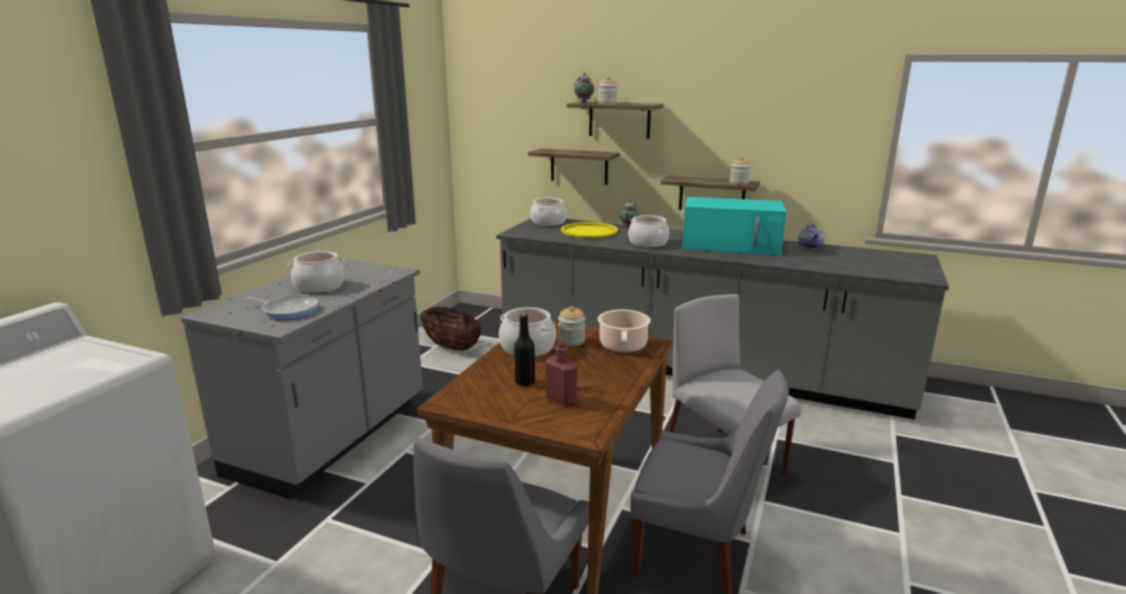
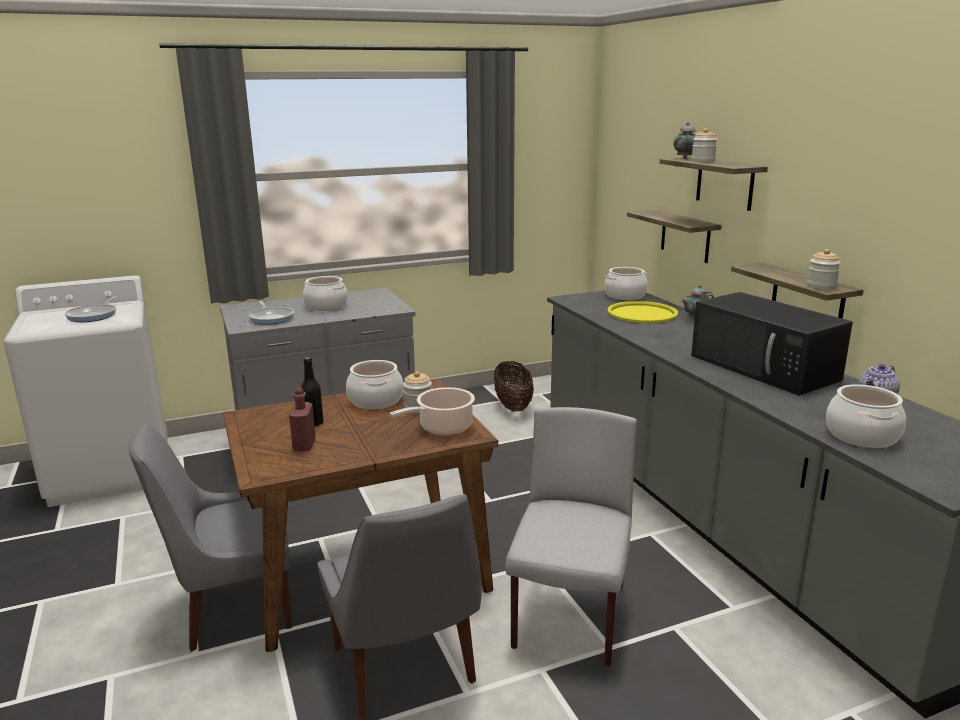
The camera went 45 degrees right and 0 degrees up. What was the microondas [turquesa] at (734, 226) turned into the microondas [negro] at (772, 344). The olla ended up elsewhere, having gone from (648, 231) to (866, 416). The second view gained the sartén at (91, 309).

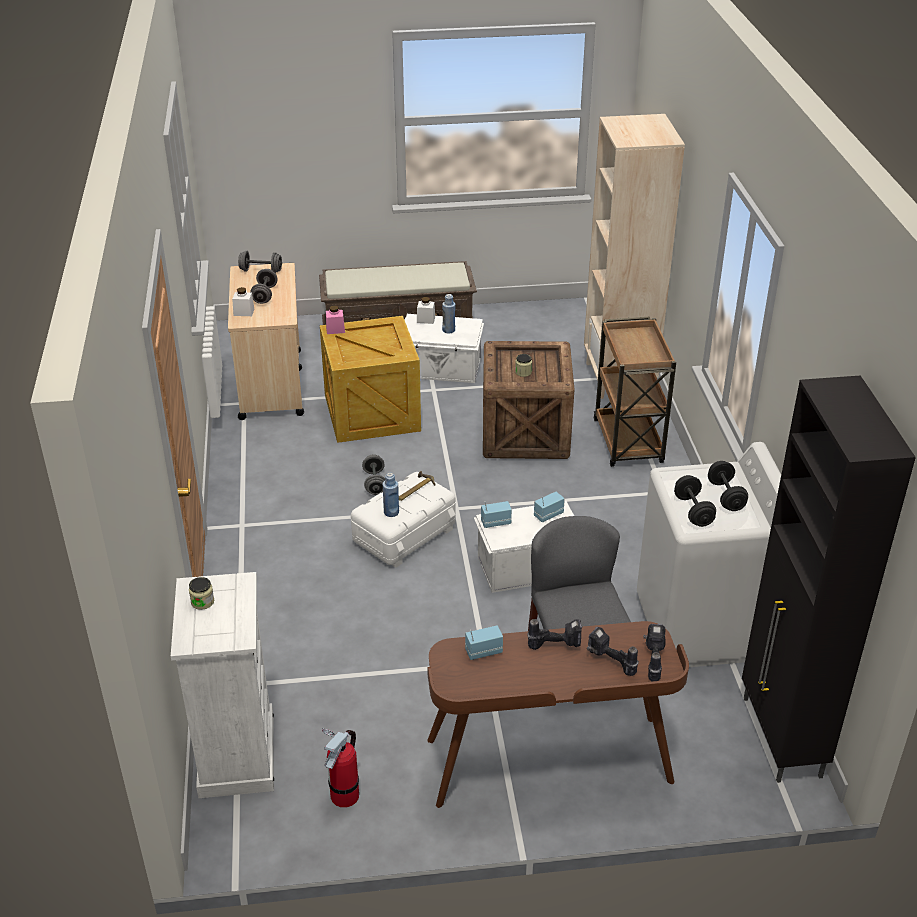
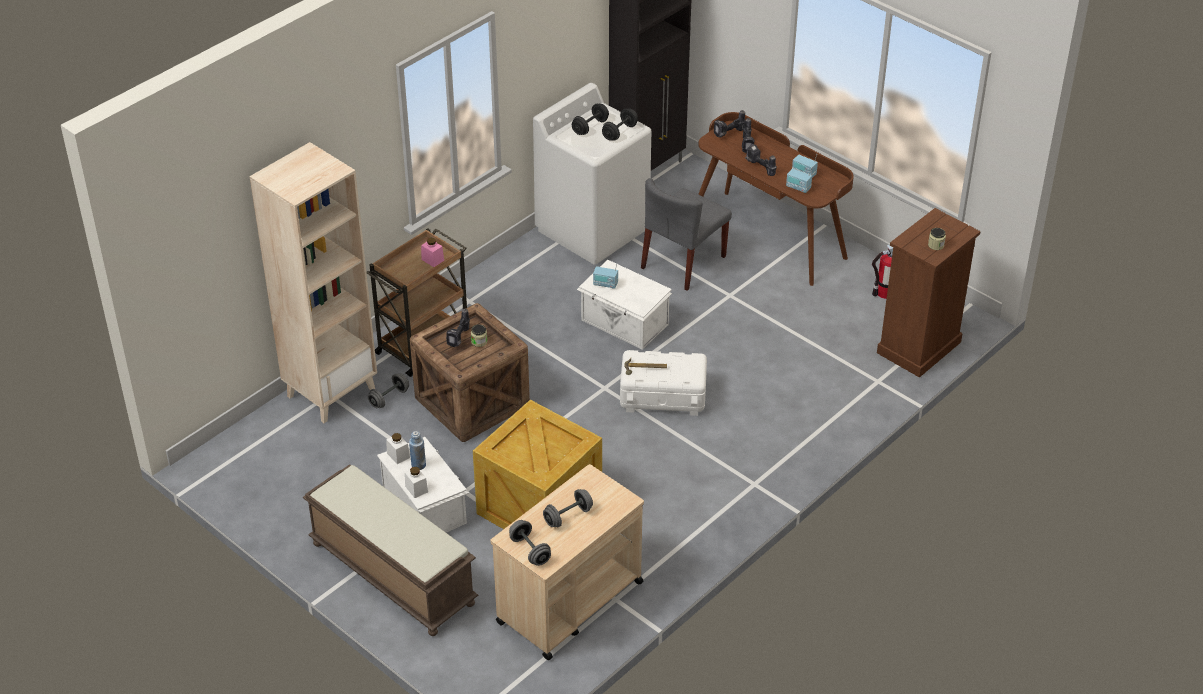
The camera went 130 degrees left and 5 degrees up. The tarro [blanco] ended up elsewhere, having gone from (243, 301) to (398, 448). The tarro [rosa] ended up elsewhere, having gone from (335, 319) to (432, 252). The mancuerna [gris] ended up elsewhere, having gone from (373, 474) to (388, 390). The second view lost the botella [azul] at (391, 495). The radio ended up elsewhere, having gone from (496, 514) to (805, 166). What was the cómoda [blanco] at (222, 685) turned into the cómoda [marrón] at (929, 293). The second view gained the taladro at (458, 328).

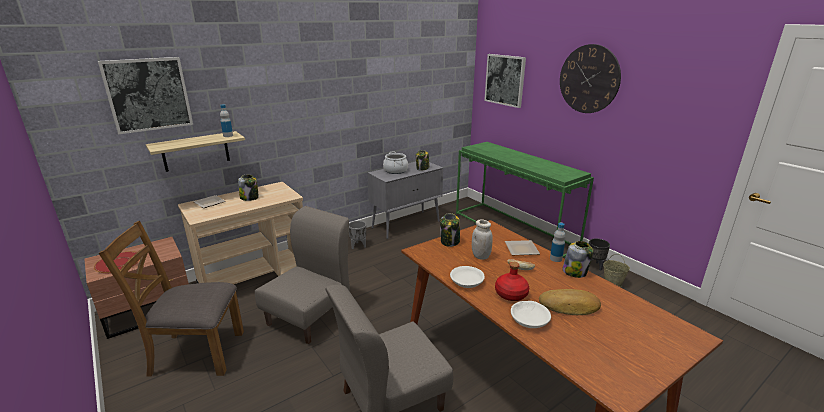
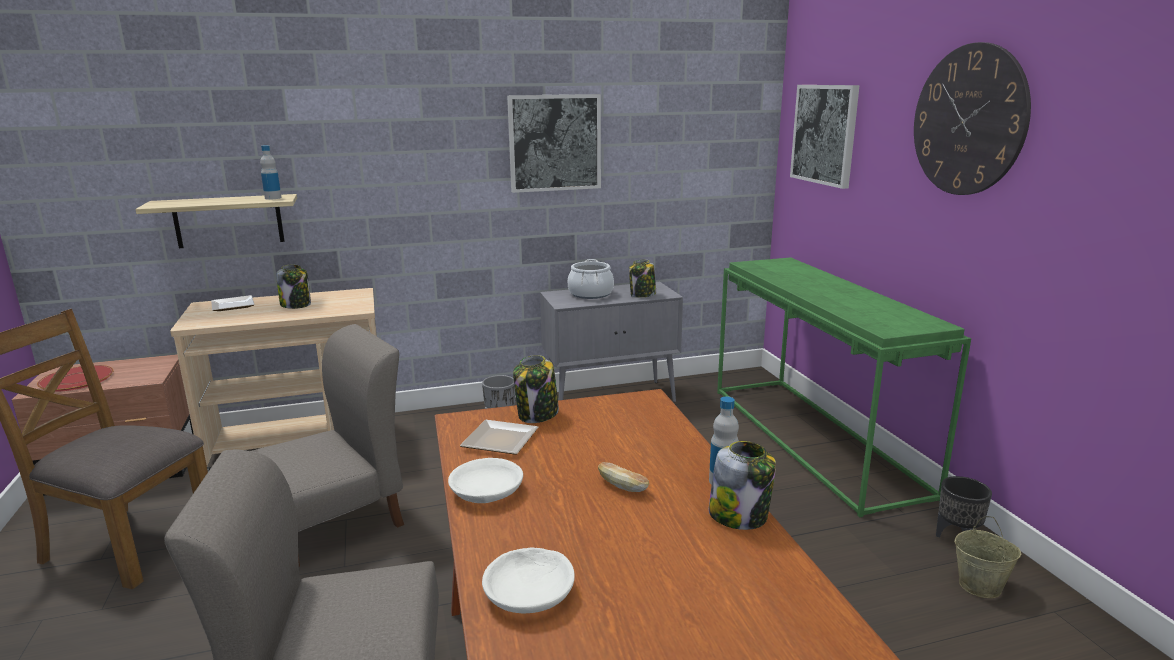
The camera went 20 degrees right and 5 degrees down. The cuadro ended up elsewhere, having gone from (145, 95) to (554, 143). The second view lost the tarro [blanco] at (482, 239). The plato ended up elsewhere, having gone from (522, 247) to (499, 437). The second view lost the botella [rojo] at (512, 281). The second view lost the pan at (570, 302).

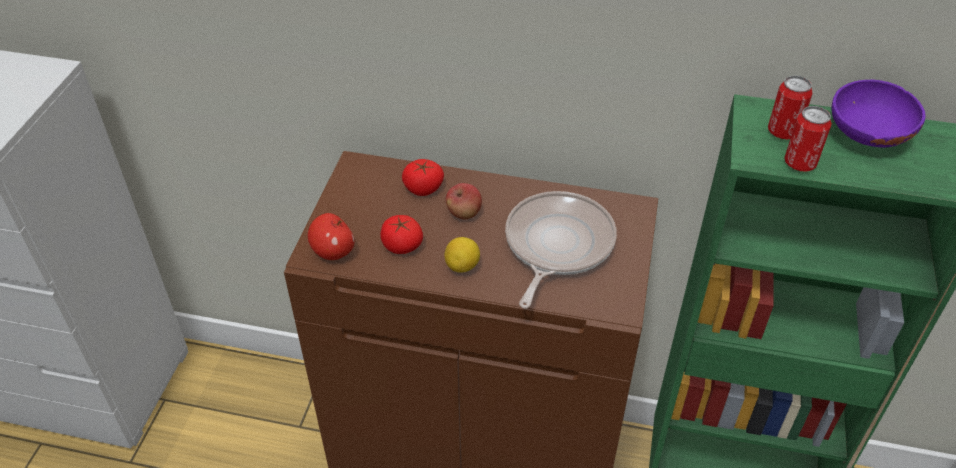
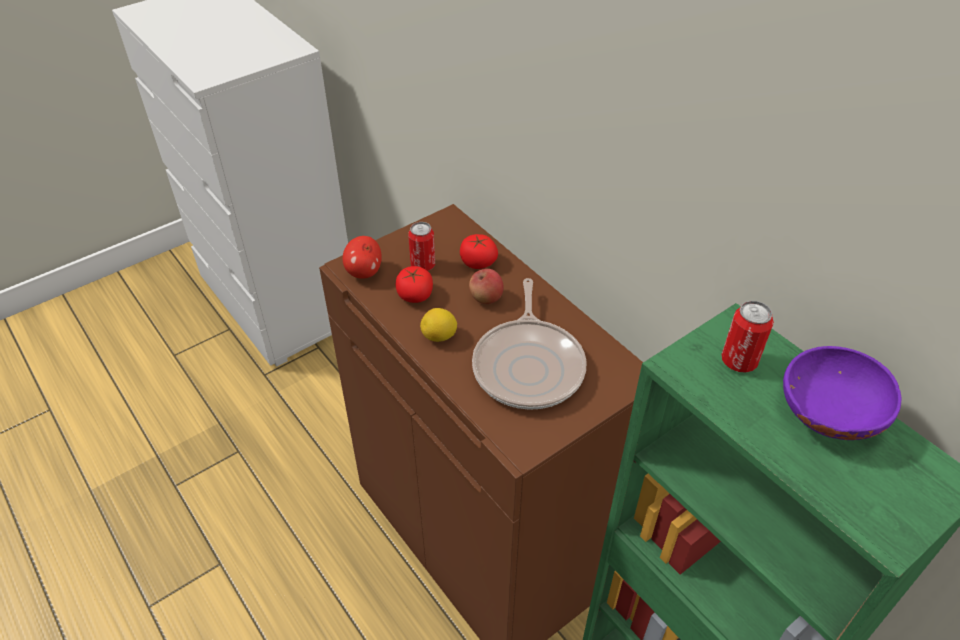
The camera went 40 degrees right and 0 degrees up. The lata ended up elsewhere, having gone from (808, 139) to (421, 246). The sartén at (561, 249) ended up facing another way, 120 degrees clockwise from before.

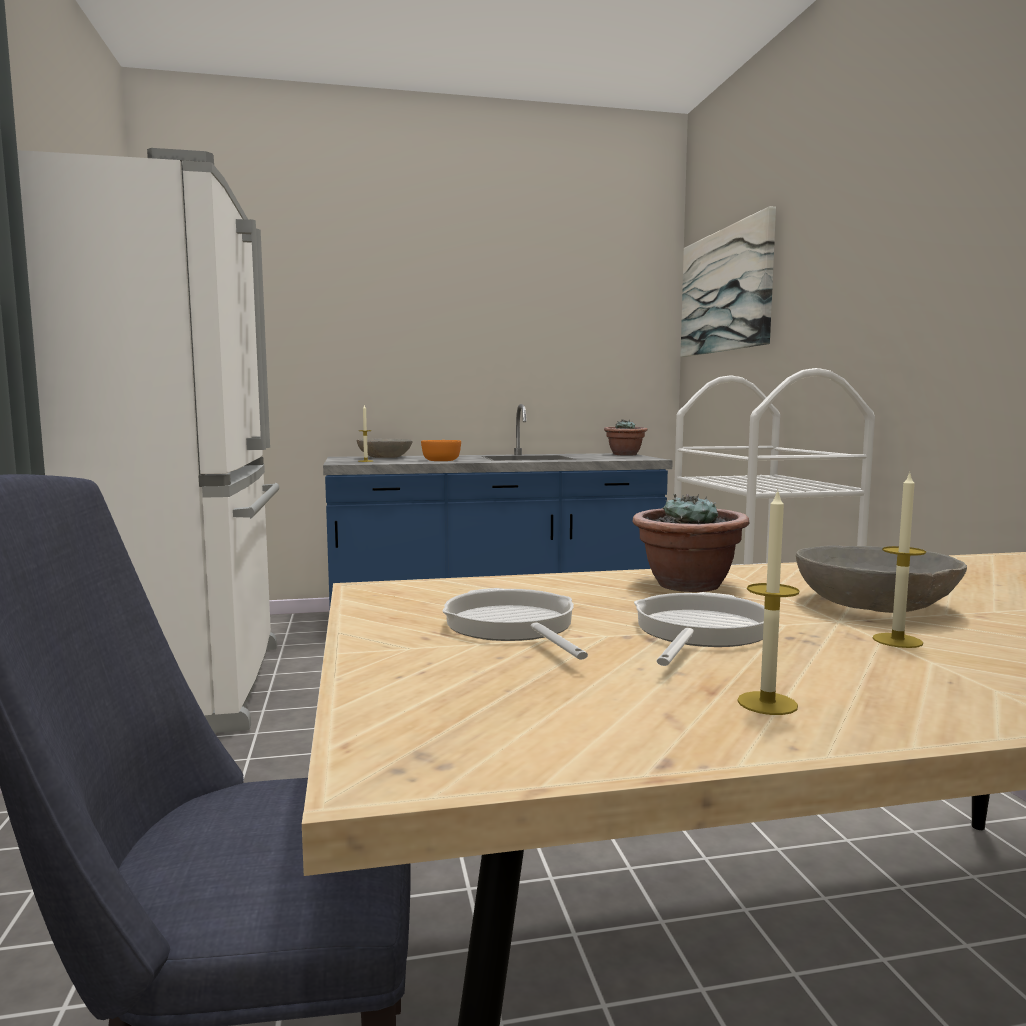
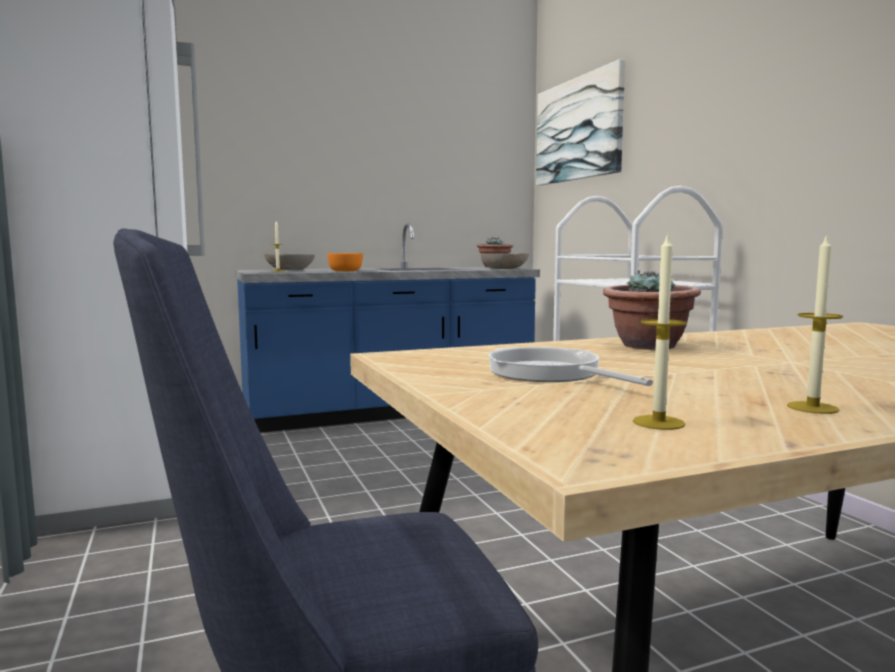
The camera went 10 degrees left and 0 degrees up. The vela ended up elsewhere, having gone from (899, 560) to (659, 331). The cuenco [gris] ended up elsewhere, having gone from (881, 579) to (505, 261). The second view lost the sartén at (699, 629).

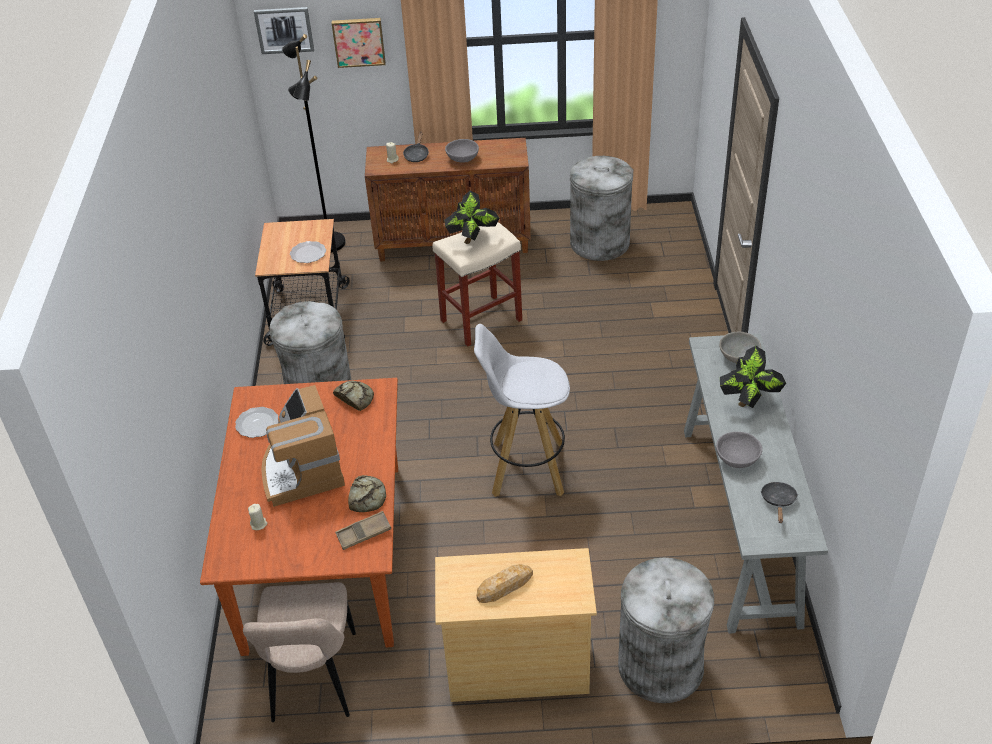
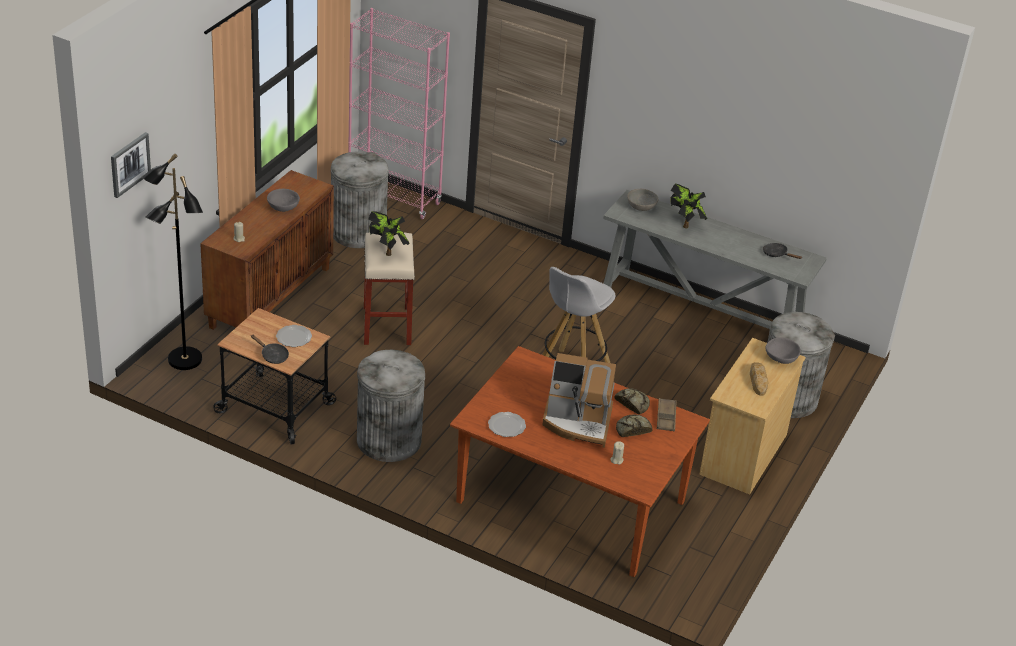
The camera went 65 degrees left and 5 degrees down. The second view lost the cuadro at (359, 43). The sartén [negro] ended up elsewhere, having gone from (416, 147) to (270, 349). The pan ended up elsewhere, having gone from (353, 396) to (634, 426). The cuenco [gris] ended up elsewhere, having gone from (739, 450) to (783, 351). The second view lost the silla [beis] at (299, 652). The second view gained the estantería [rosa] at (399, 113).

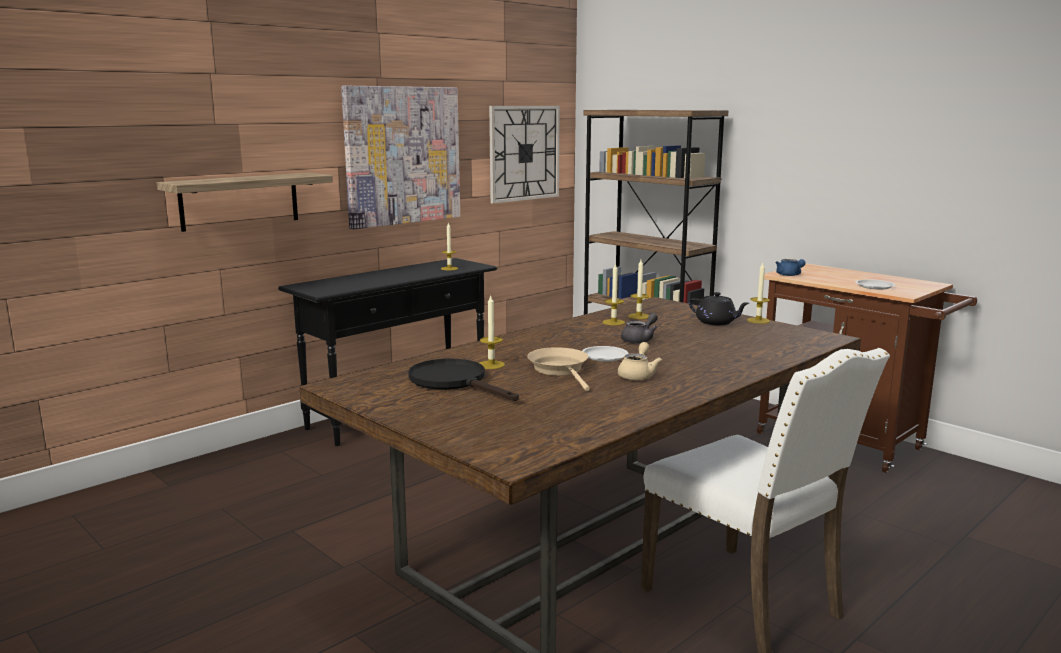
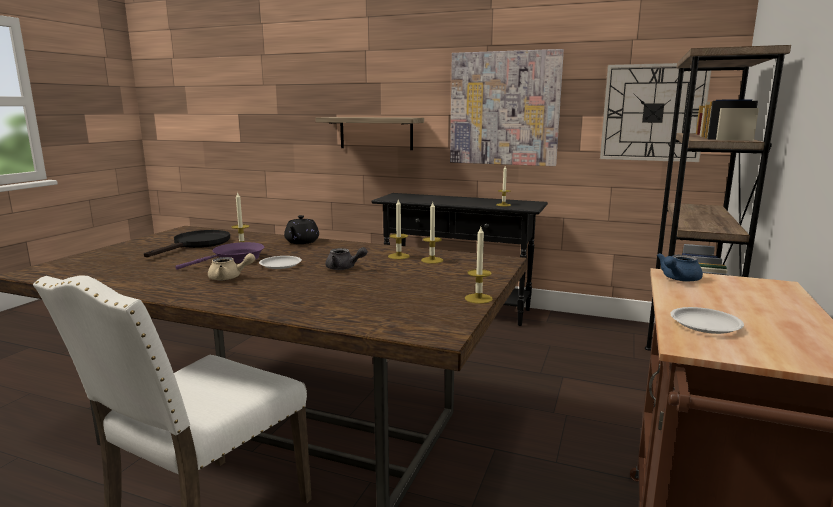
The camera went 65 degrees right and 0 degrees up. The tetera [negro] ended up elsewhere, having gone from (718, 308) to (301, 229). What was the sartén [beis] at (558, 369) turned into the sartén [morado] at (219, 256).

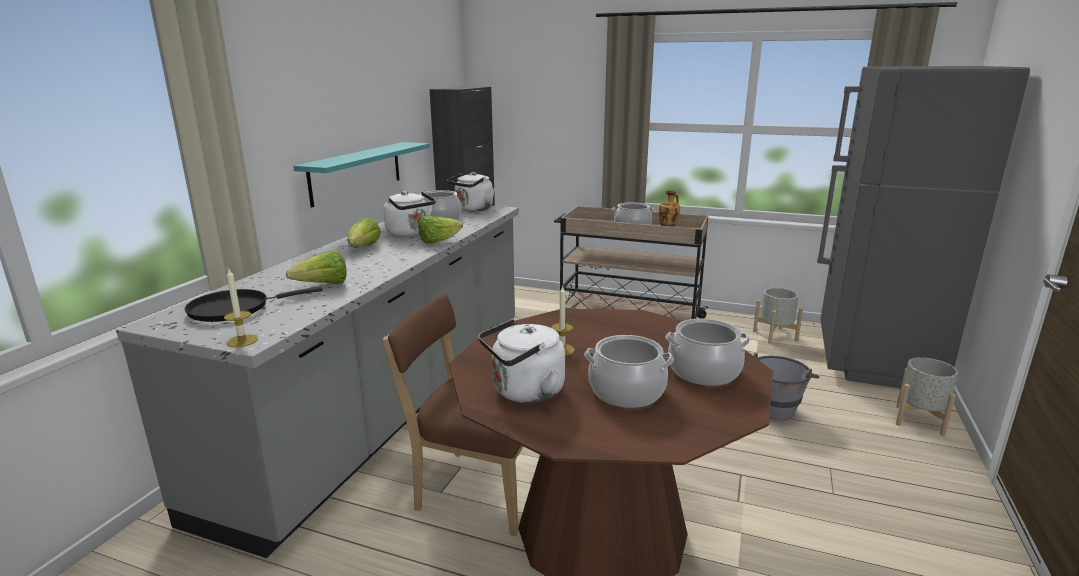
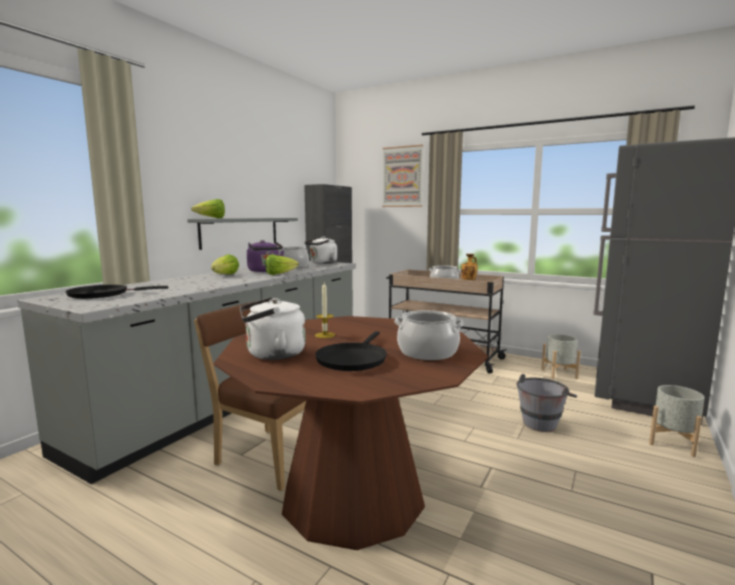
The camera went 10 degrees right and 10 degrees down. What was the estante [turquesa] at (361, 174) turned into the estante [gris] at (242, 234). What was the hervidor [blanco] at (409, 214) turned into the hervidor [morado] at (265, 256). The lechuga ended up elsewhere, having gone from (316, 267) to (208, 209). The second view lost the vela at (241, 308). Where the olla stood at (629, 371), the sartén [negro] came to stand at (351, 351). The second view gained the cuadro at (403, 175).

